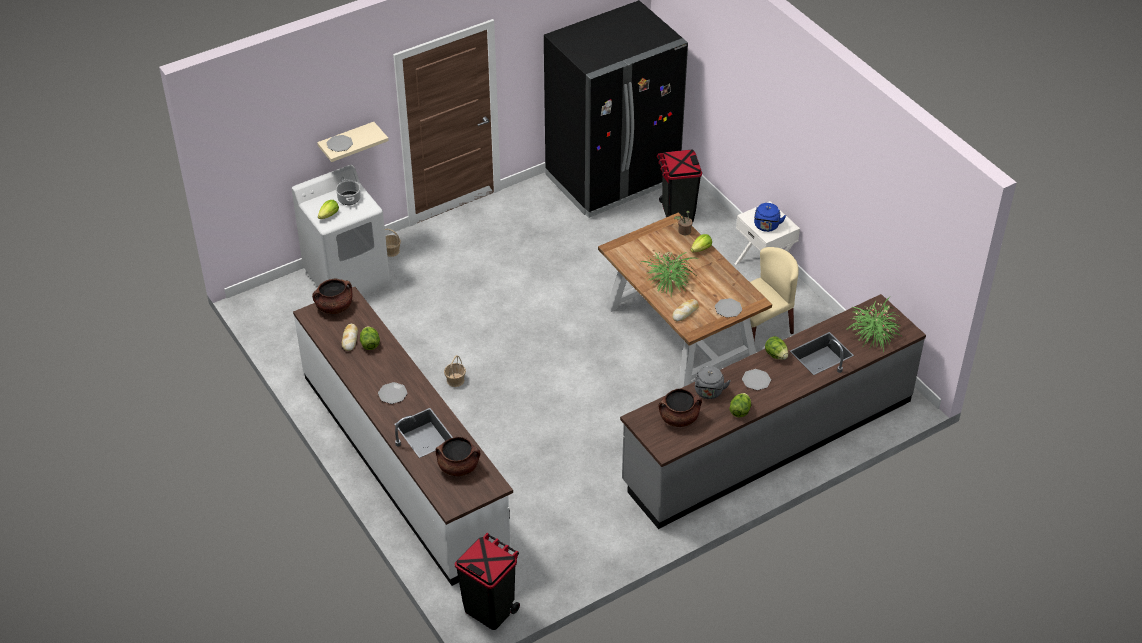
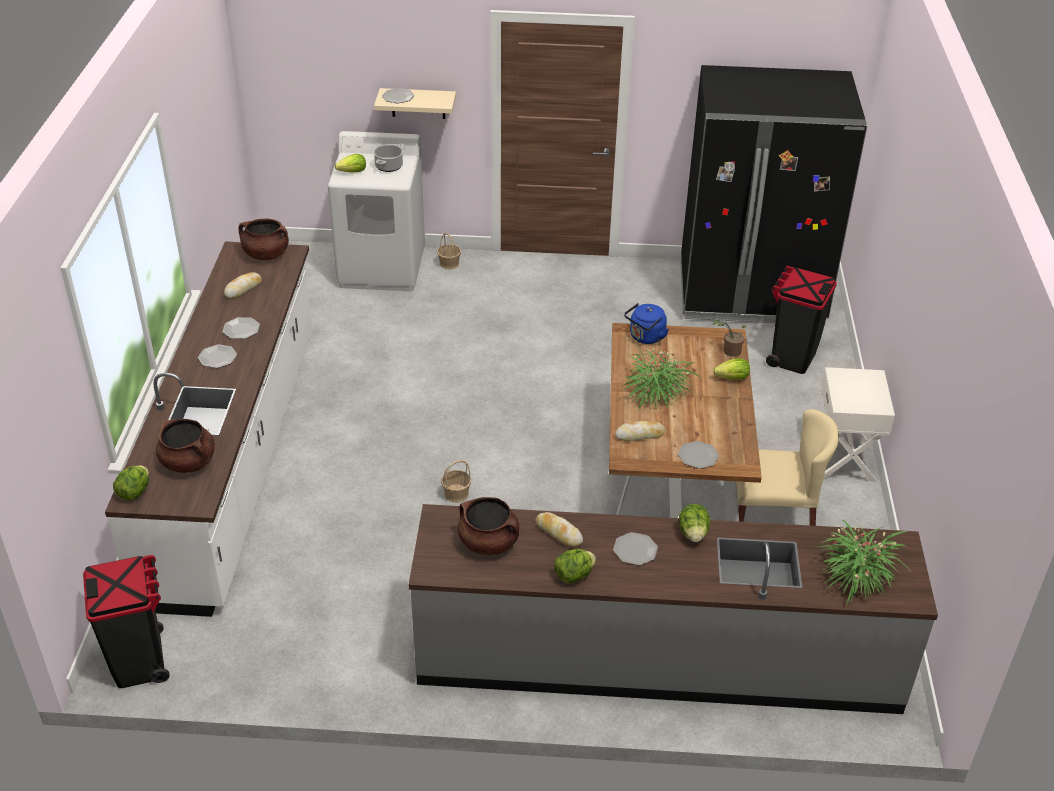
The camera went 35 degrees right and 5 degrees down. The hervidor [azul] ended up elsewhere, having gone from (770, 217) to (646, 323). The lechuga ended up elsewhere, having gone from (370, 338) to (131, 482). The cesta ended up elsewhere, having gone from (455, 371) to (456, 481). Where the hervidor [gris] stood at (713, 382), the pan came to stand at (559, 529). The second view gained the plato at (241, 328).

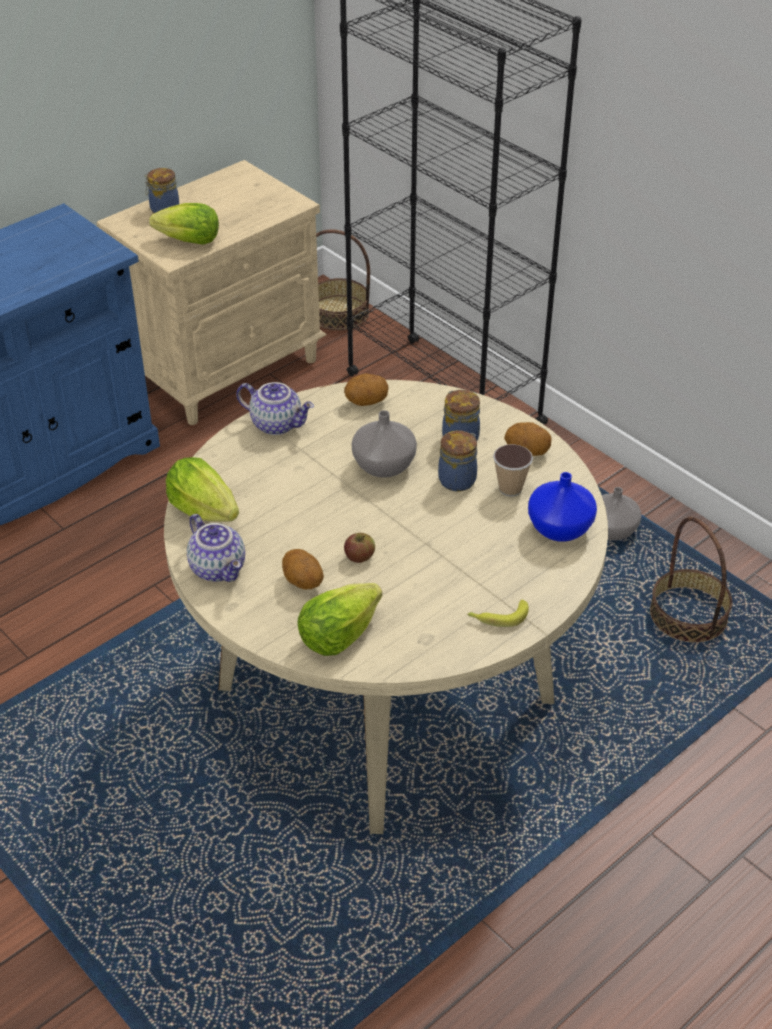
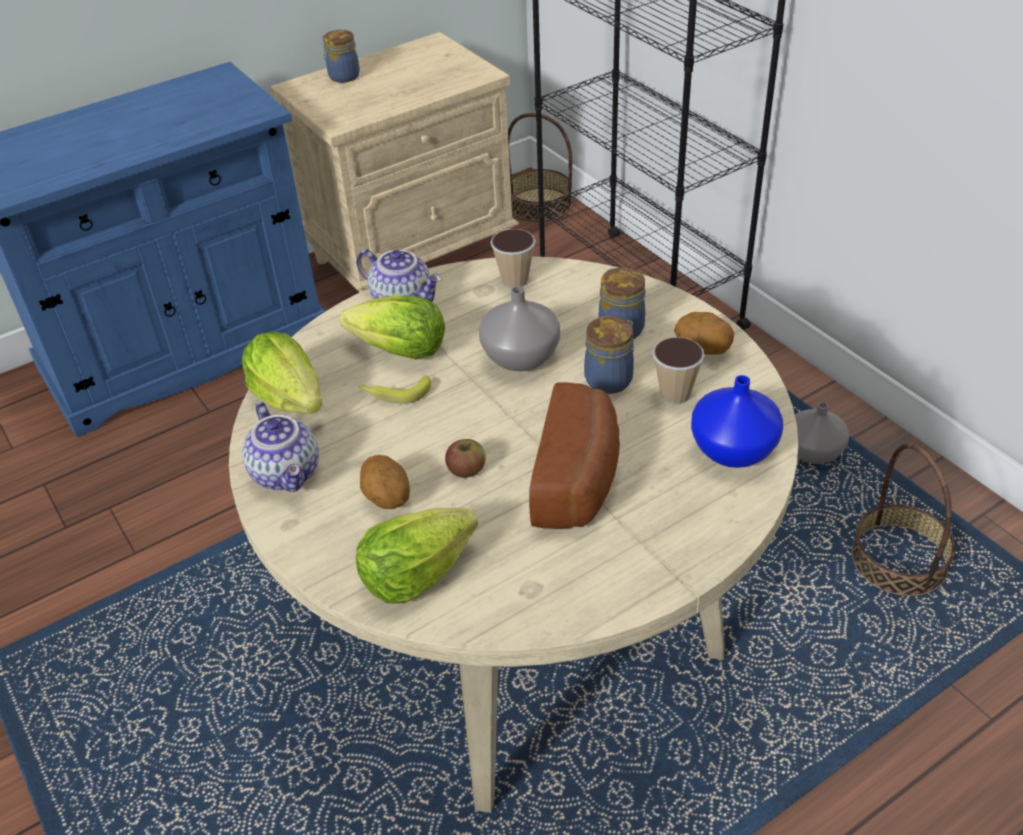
The camera went 10 degrees right and 0 degrees up. The lechuga ended up elsewhere, having gone from (184, 224) to (392, 327). Where the patata stood at (366, 389), the taza came to stand at (513, 258). The plátano ended up elsewhere, having gone from (498, 613) to (394, 389). The second view gained the pan at (574, 456).

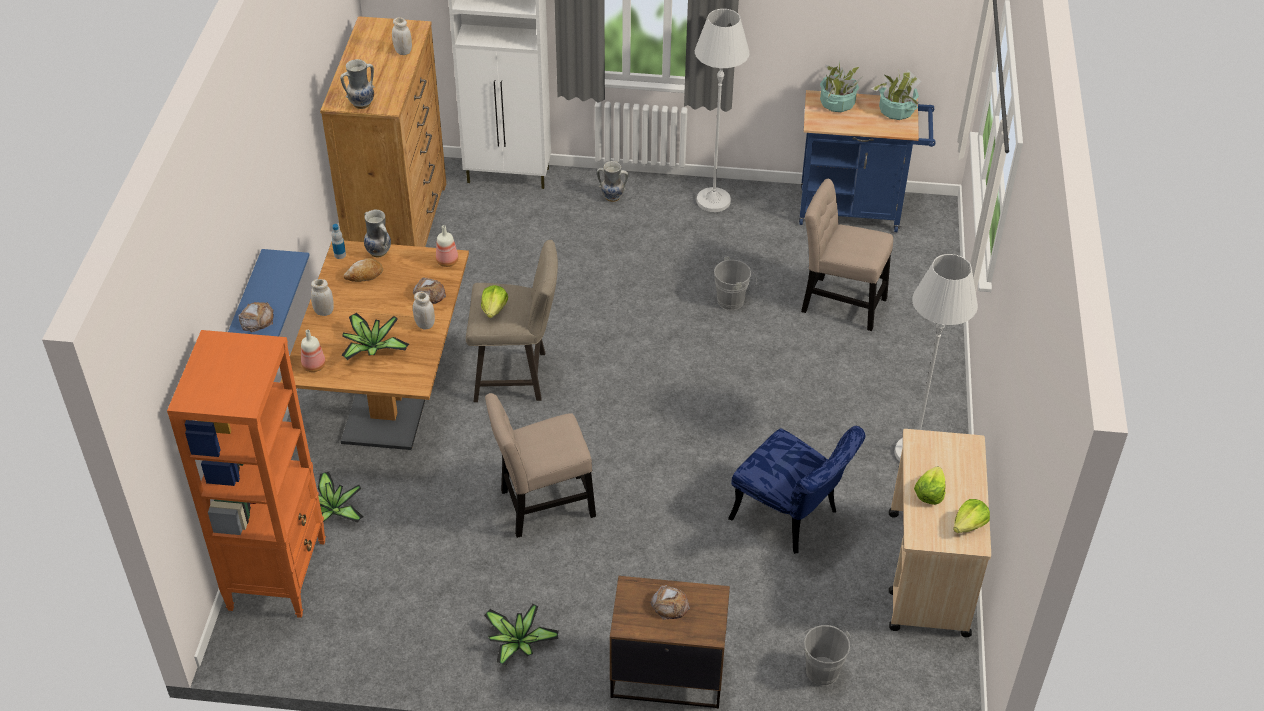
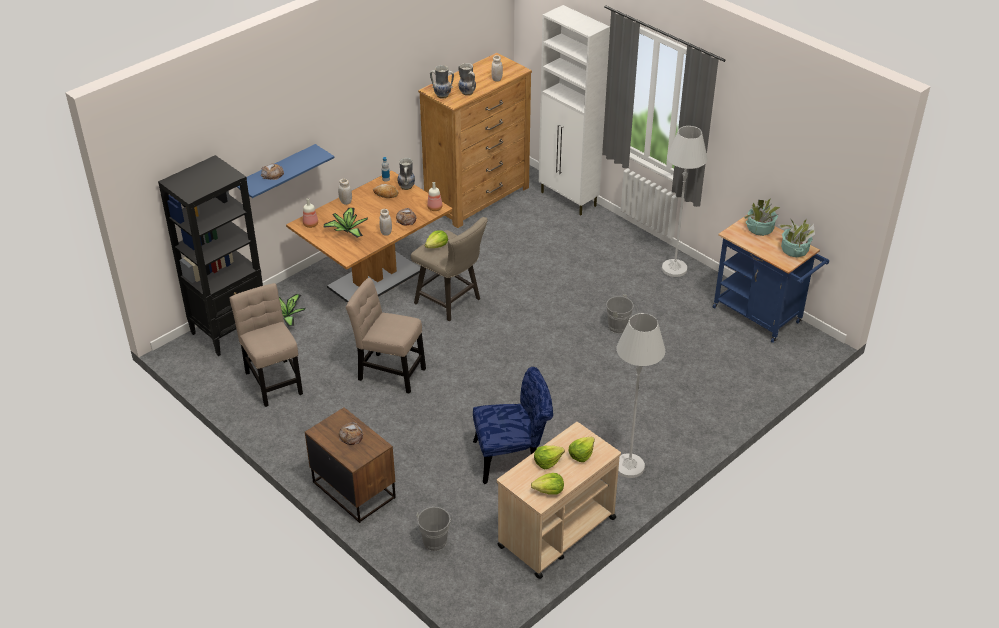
The camera went 40 degrees right and 5 degrees down. The florero ended up elsewhere, having gone from (612, 181) to (467, 79). The silla [beis] ended up elsewhere, having gone from (847, 255) to (266, 345). What was the estantería [naranja] at (246, 474) turned into the estantería [negro] at (210, 255). The silla [azul] at (796, 490) ended up facing another way, 90 degrees counterclockwise from before. The second view lost the planta en maceta at (521, 635). The second view gained the lechuga at (582, 449).

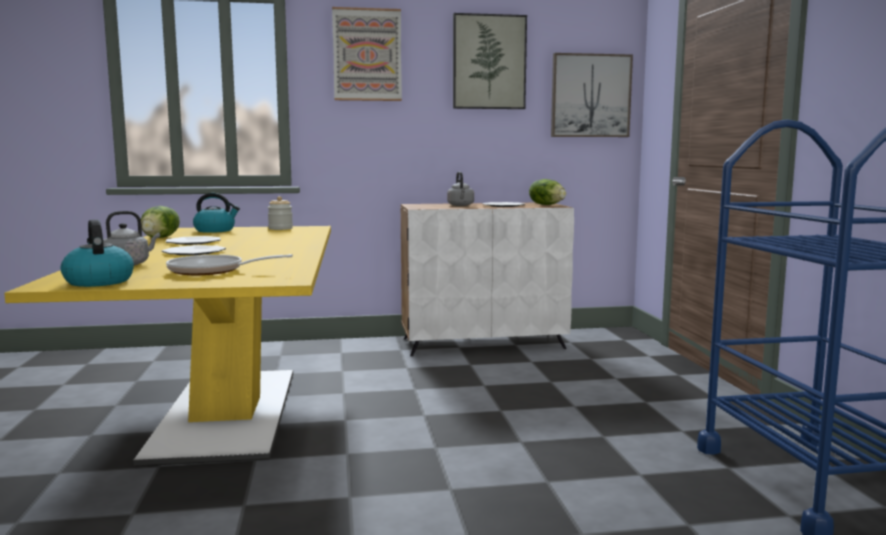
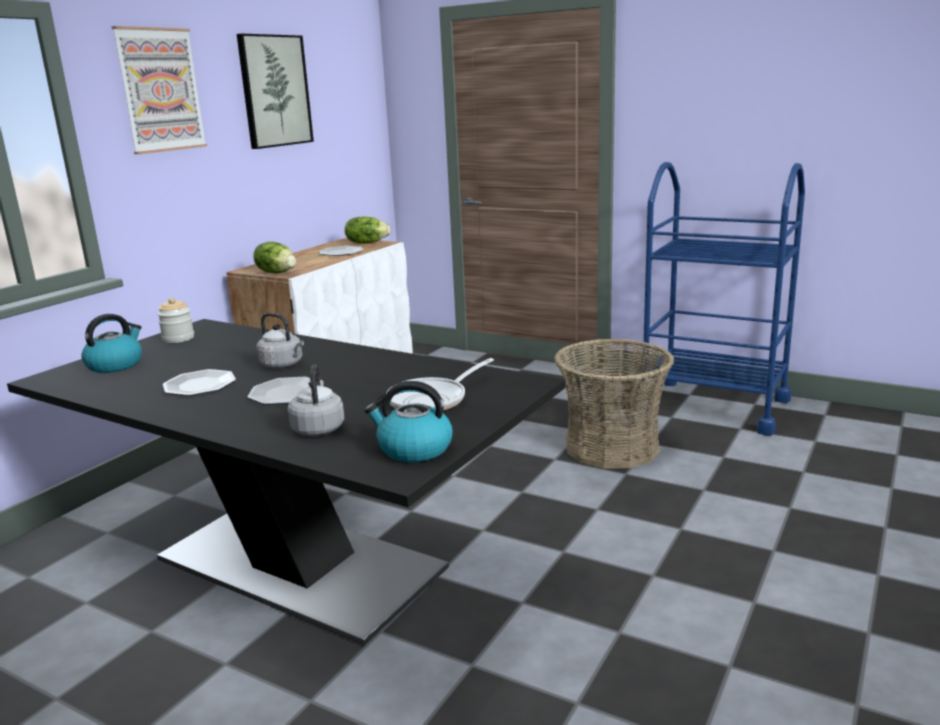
The camera went 50 degrees left and 10 degrees up. The second view lost the cuadro at (592, 95). The hervidor [gris] ended up elsewhere, having gone from (460, 189) to (280, 340). The lechuga ended up elsewhere, having gone from (160, 222) to (274, 257). What was the mesa de comedor [amarillo] at (167, 346) turned into the mesa de comedor [negro] at (286, 482). The second view gained the cesta at (614, 403).

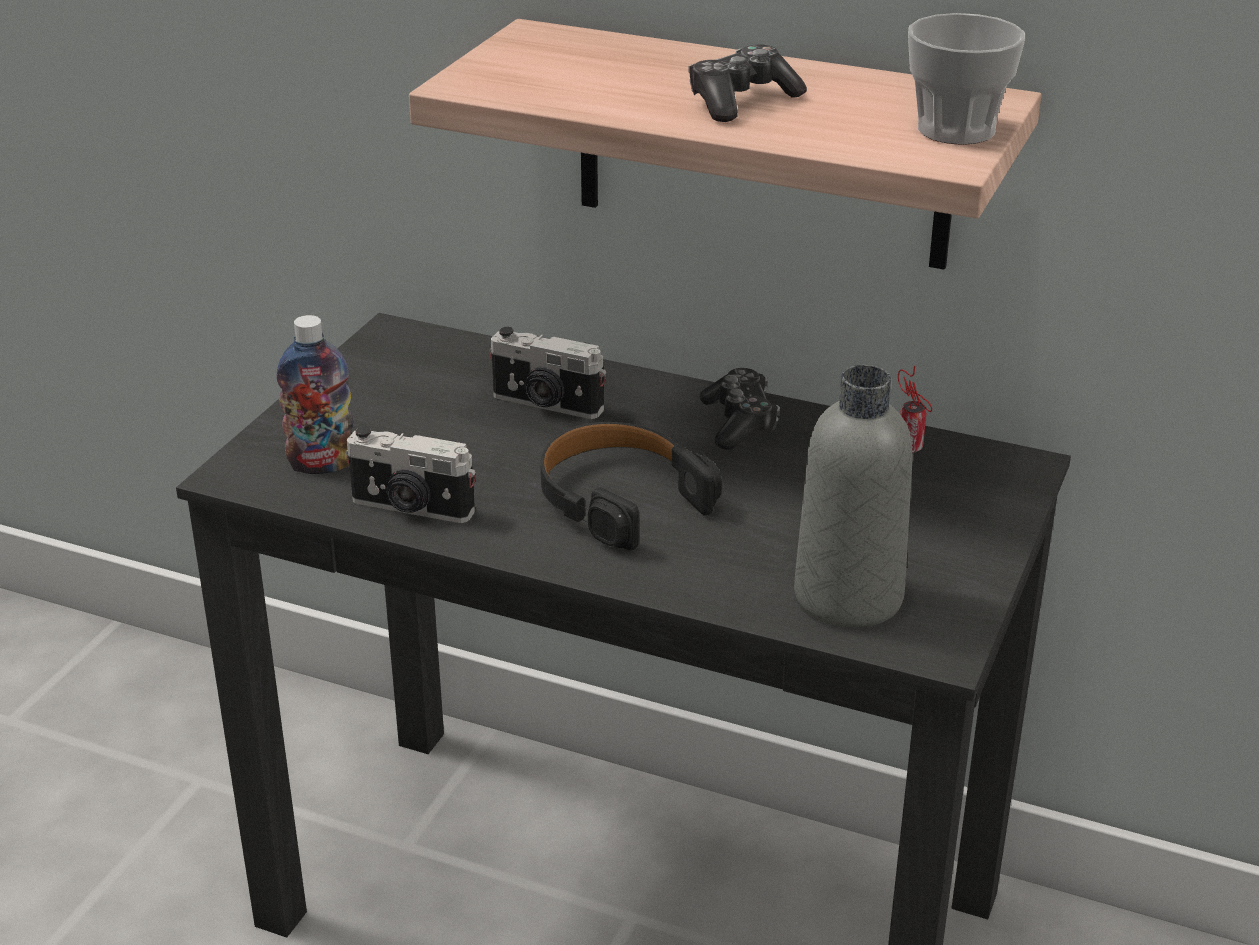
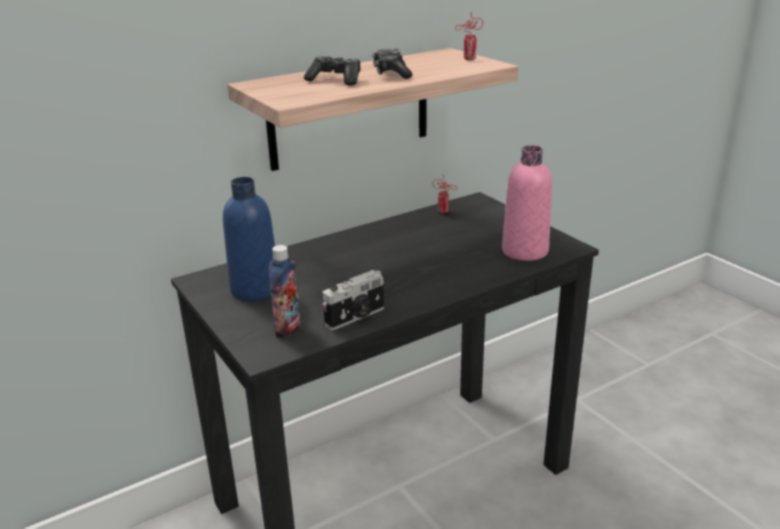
The camera went 55 degrees left and 5 degrees down. Where the taza stood at (966, 79), the lata came to stand at (469, 38). The second view lost the cámara at (548, 373). What was the botella [gris] at (853, 496) turned into the botella [rosa] at (527, 203). The mando de consola ended up elsewhere, having gone from (740, 409) to (332, 71). The second view lost the auriculares [negro] at (631, 486). The second view gained the botella [azul] at (249, 239).

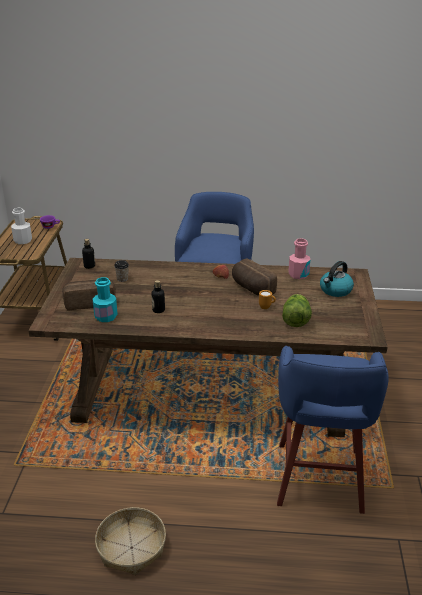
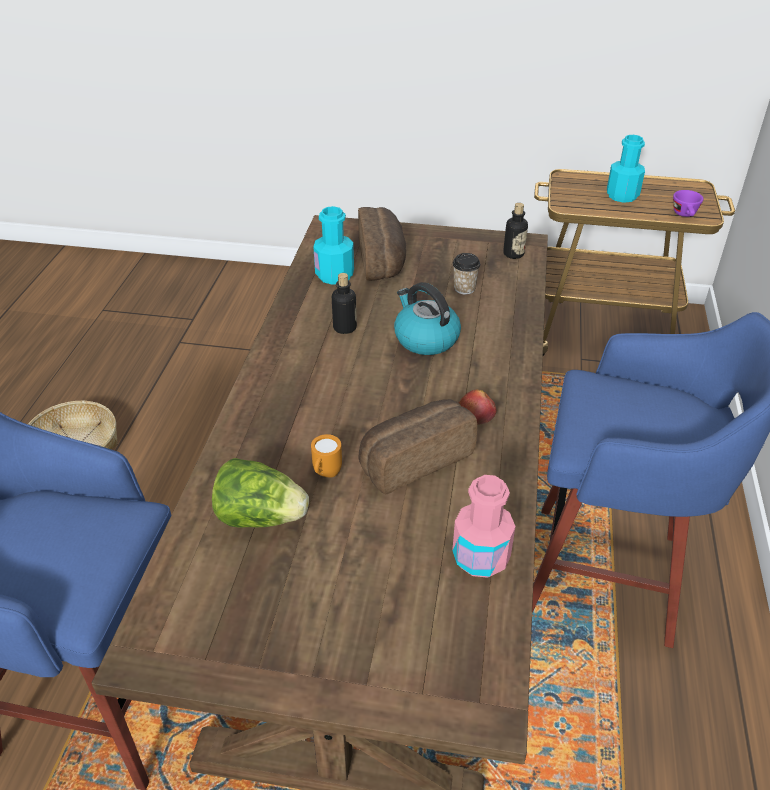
The camera went 95 degrees right and 10 degrees up. What was the botella [blanco] at (21, 226) turned into the botella [turquesa] at (626, 169). The hervidor ended up elsewhere, having gone from (337, 279) to (427, 318).

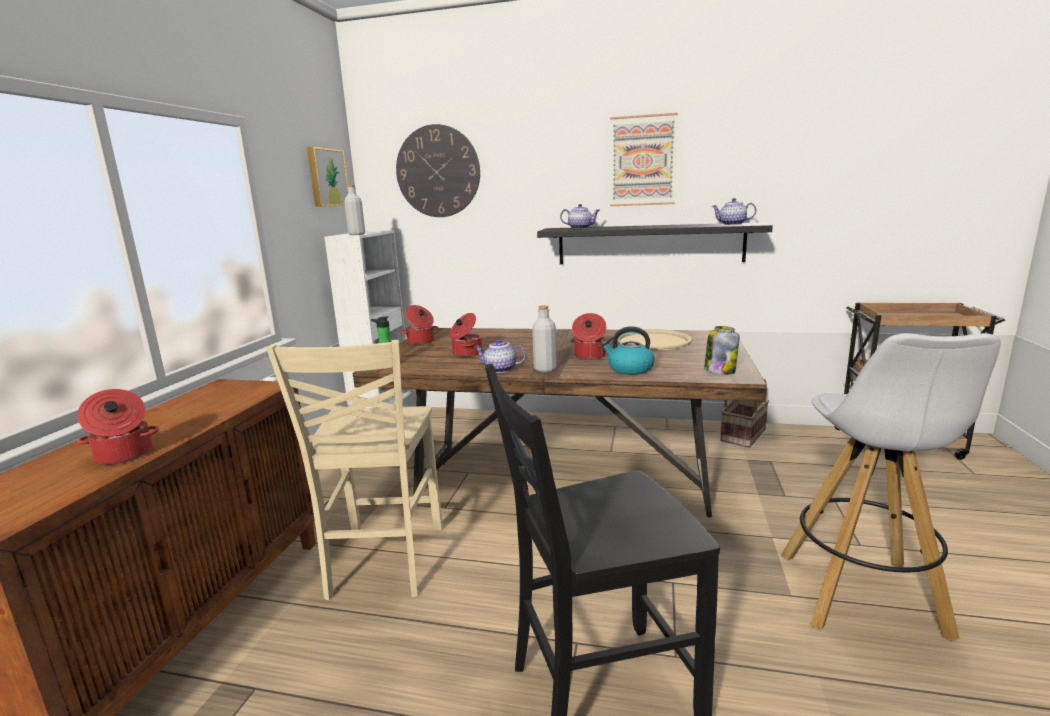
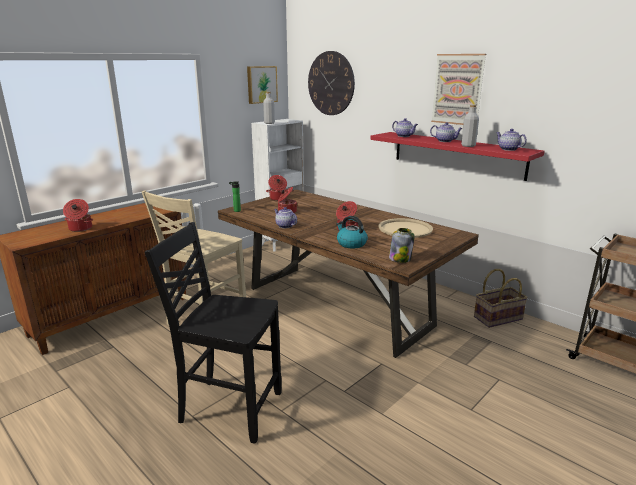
The camera went 30 degrees right and 5 degrees up. What was the estante [negro] at (655, 243) turned into the estante [rojo] at (457, 156). The botella [gris] ended up elsewhere, having gone from (544, 338) to (470, 126). The second view lost the taburete [blanco] at (891, 487). The second view gained the tetera at (446, 132).

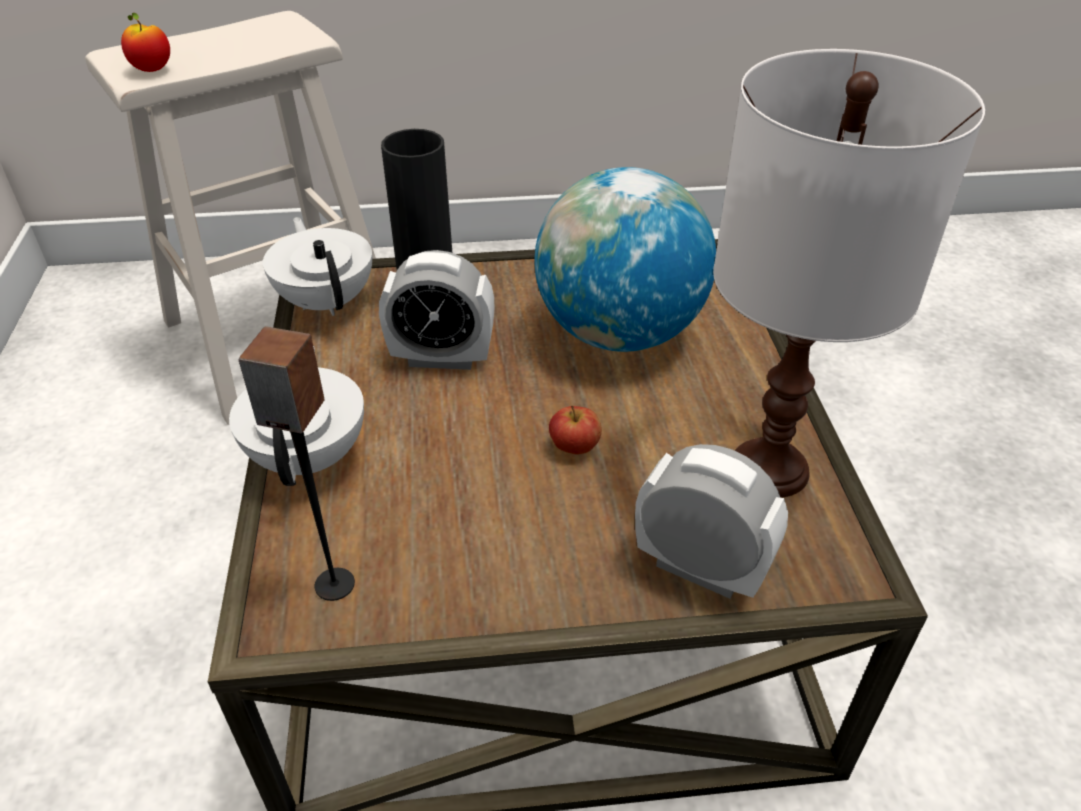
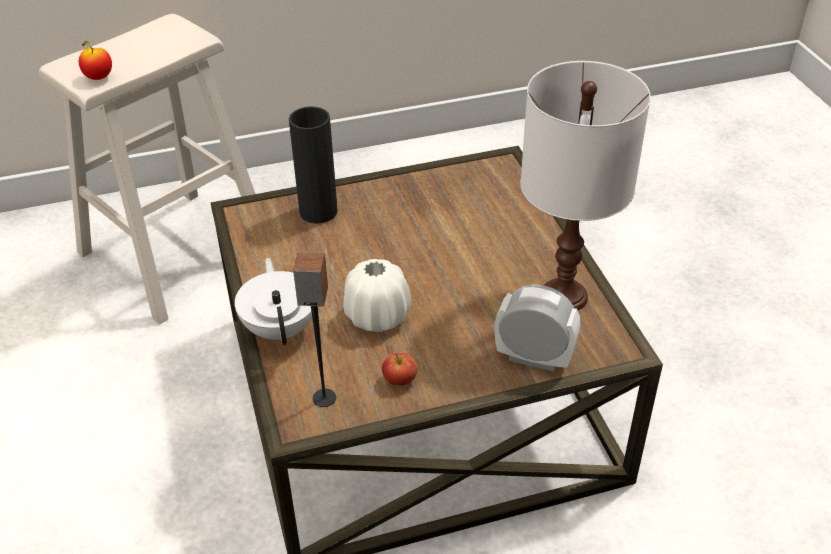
The camera went 10 degrees left and 0 degrees up. The second view lost the globo terráqueo at (625, 259). The second view lost the tetera [blanco] at (317, 266). The second view lost the despertador at (436, 310). The manzana ended up elsewhere, having gone from (575, 430) to (400, 369). The second view gained the florero [blanco] at (377, 295).

